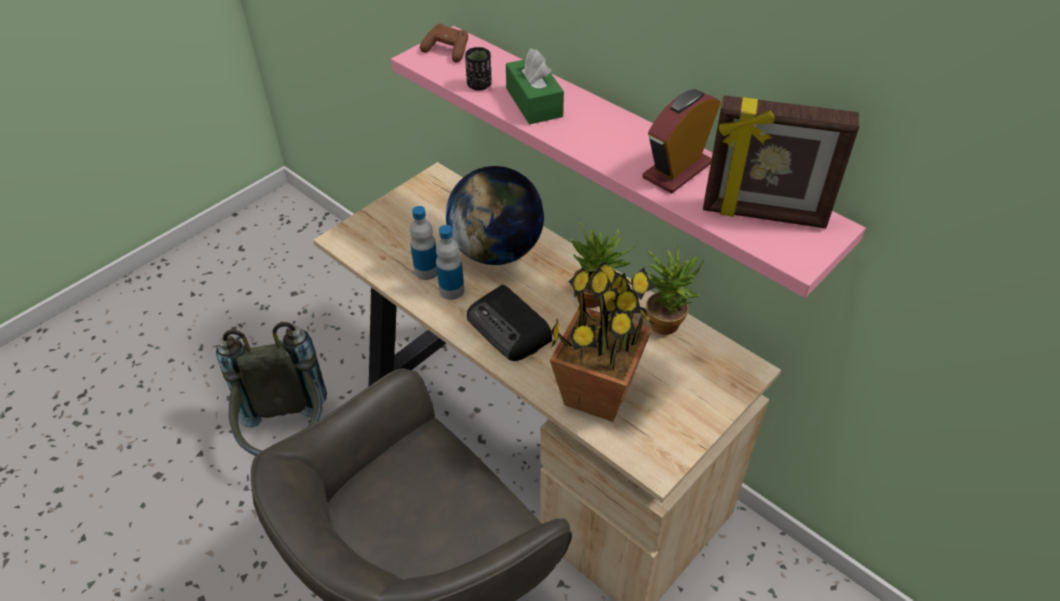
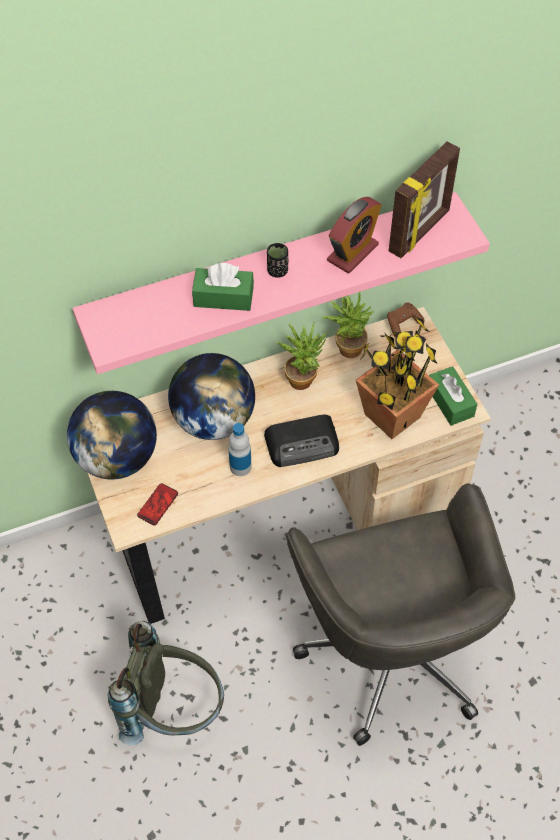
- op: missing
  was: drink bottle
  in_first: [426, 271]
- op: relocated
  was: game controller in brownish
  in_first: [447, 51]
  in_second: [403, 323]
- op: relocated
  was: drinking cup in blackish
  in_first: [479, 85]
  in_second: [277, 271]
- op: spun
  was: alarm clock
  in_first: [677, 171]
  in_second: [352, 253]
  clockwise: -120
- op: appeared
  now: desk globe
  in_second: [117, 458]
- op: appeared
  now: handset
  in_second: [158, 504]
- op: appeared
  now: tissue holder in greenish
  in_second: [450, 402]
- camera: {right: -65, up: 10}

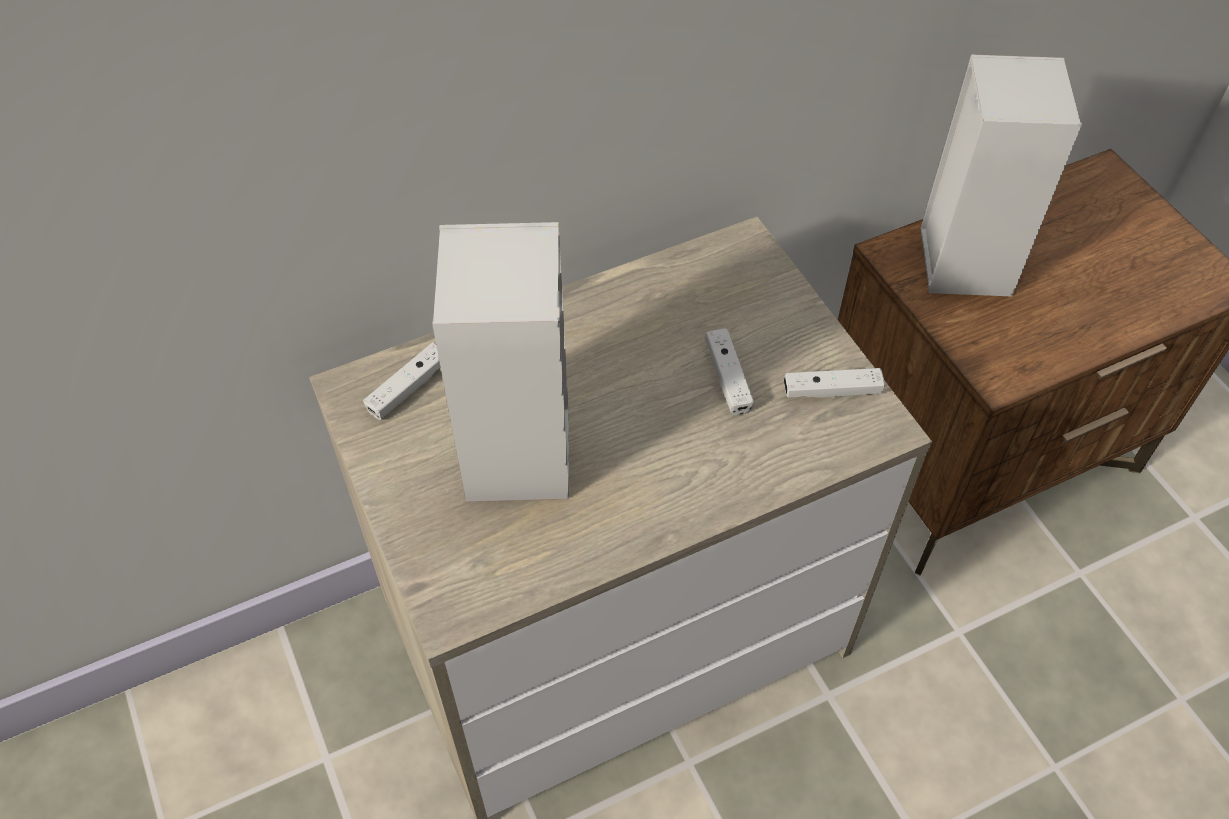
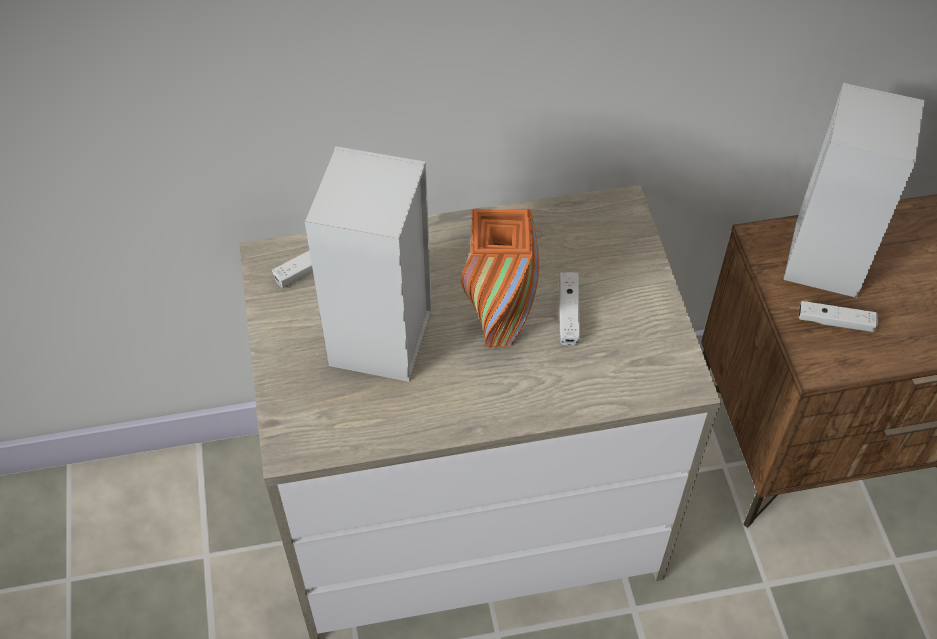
- op: relocated
  was: game controller in whitish
  in_first: [831, 391]
  in_second: [835, 322]
- op: appeared
  now: vase in orange
  in_second: [497, 335]
- camera: {right: 15, up: 0}

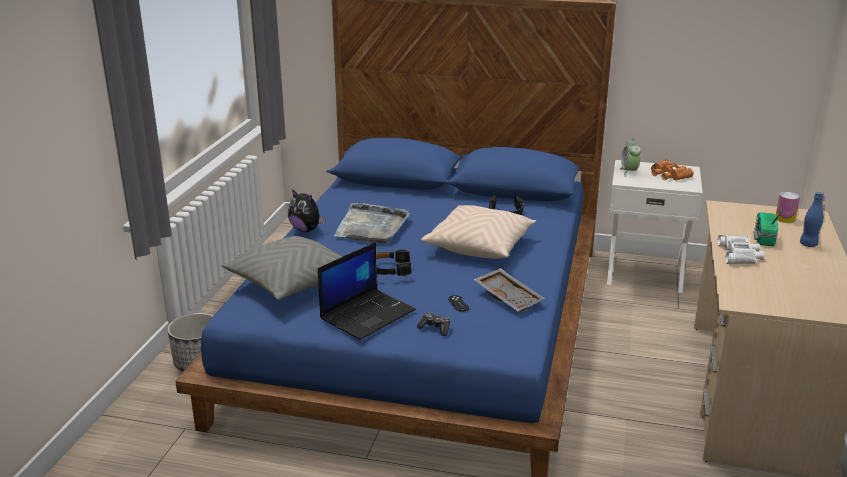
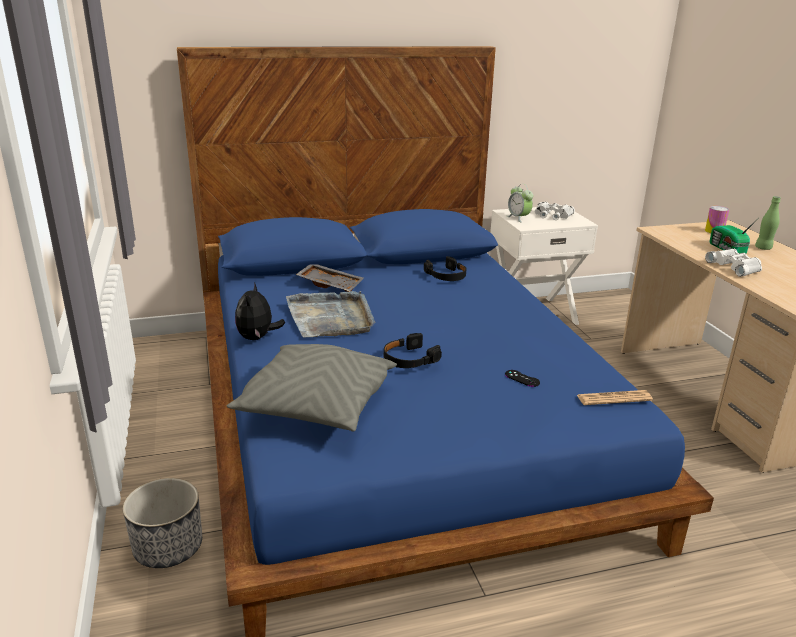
- op: spun
  was: plush toy
  in_first: [306, 230]
  in_second: [257, 338]
  clockwise: 90
- op: missing
  was: portable computer
  in_first: [367, 314]
- op: missing
  was: game controller
  in_first: [435, 328]
- op: missing
  was: throw pillow in sand-coloured
  in_first: [479, 245]
- op: relocated
  was: carrying tray in gray
  in_first: [509, 297]
  in_second: [330, 284]
- op: colour
  was: binoculars in orange
  now: binoculars in whitish
  in_first: [668, 175]
  in_second: [552, 215]
- op: colour
  was: drink bottle in blue
  now: drink bottle in greenish
  in_first: [808, 244]
  in_second: [763, 248]
- op: appeared
  now: newspaper
  in_second: [614, 398]
- camera: {right: -30, up: 0}

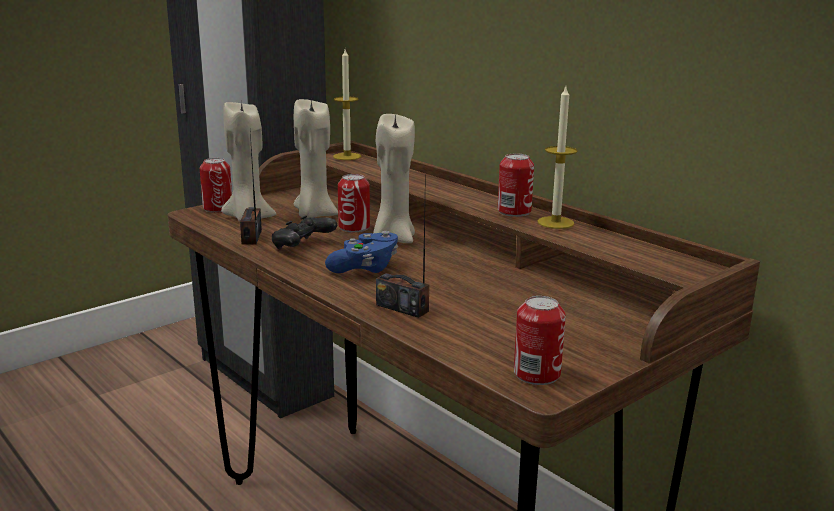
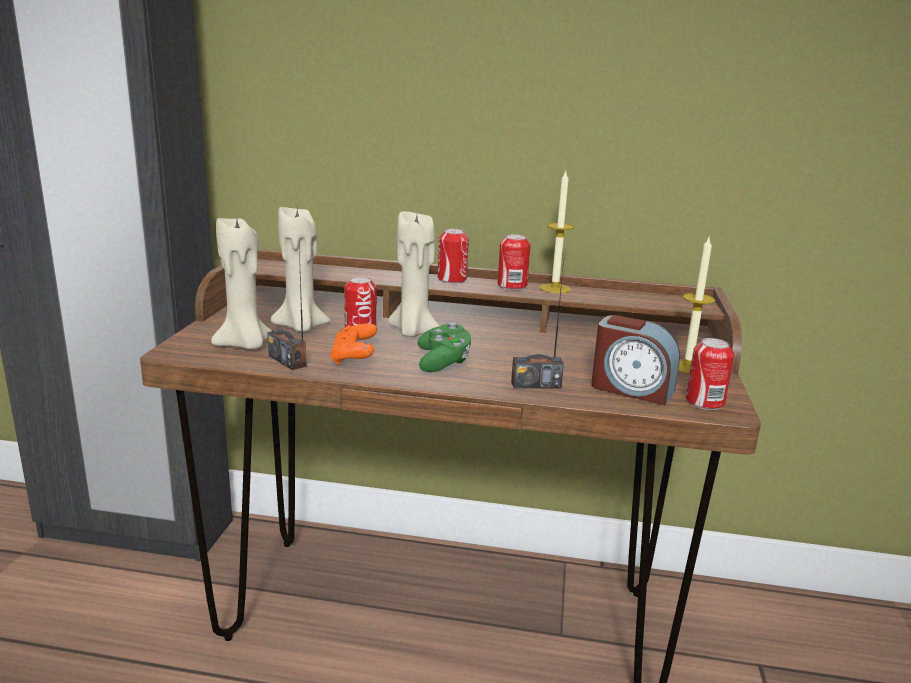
- op: relocated
  was: sealed can
  in_first: [218, 208]
  in_second: [452, 279]
- op: colour
  was: game controller in blackish
  now: game controller in orange
  in_first: [303, 247]
  in_second: [354, 358]
- op: colour
  was: game controller in blue
  now: game controller in greenish
  in_first: [365, 268]
  in_second: [443, 362]
- op: relocated
  was: wax light
  in_first: [347, 156]
  in_second: [687, 367]
- op: appeared
  now: alarm clock
  in_second: [631, 389]
- camera: {right: -40, up: 0}

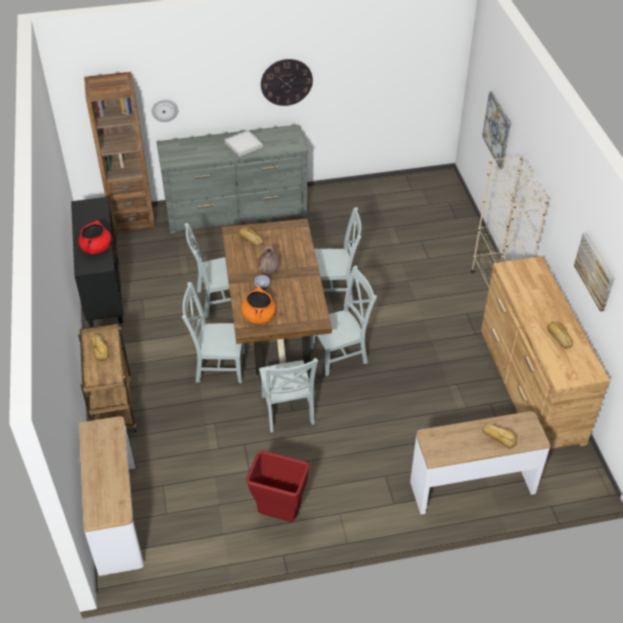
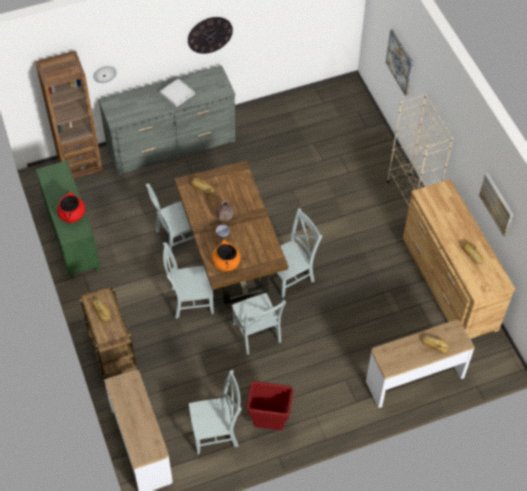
- op: colour
  was: cabinet in blackish
  now: cabinet in greenish
  in_first: [103, 288]
  in_second: [72, 238]
- op: relocated
  was: plain chair in gray
  in_first: [334, 289]
  in_second: [216, 432]
- camera: {right: -10, up: 10}

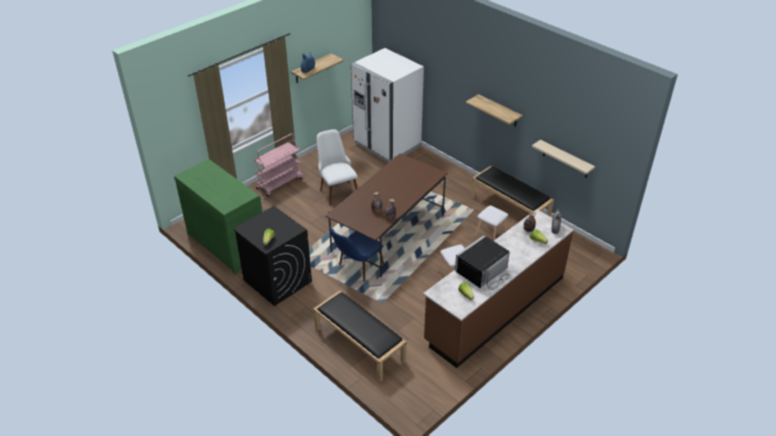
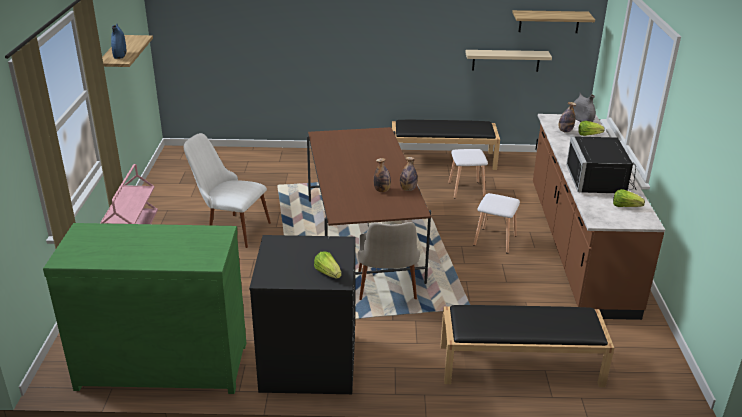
- op: colour
  was: plain chair in blue
  now: plain chair in sand-coloured
  in_first: [356, 270]
  in_second: [387, 293]
- op: missing
  was: refrigerator in whitish
  in_first: [387, 144]
- op: relocated
  was: bracket shelf
  in_first: [499, 111]
  in_second: [549, 21]
- camera: {right: -45, up: -10}

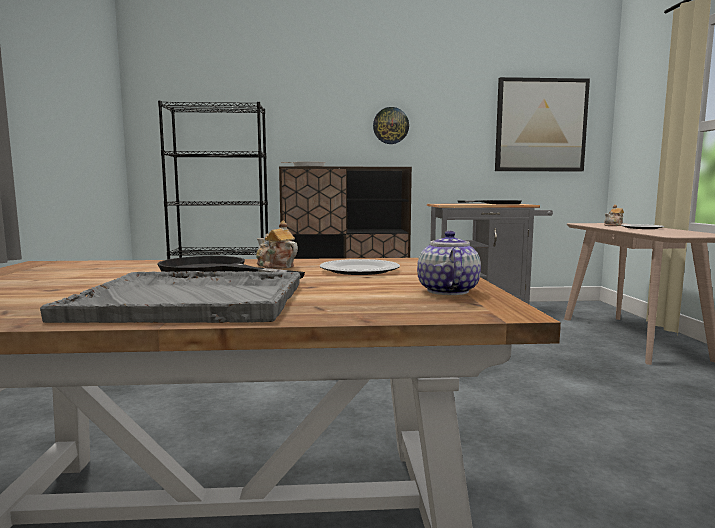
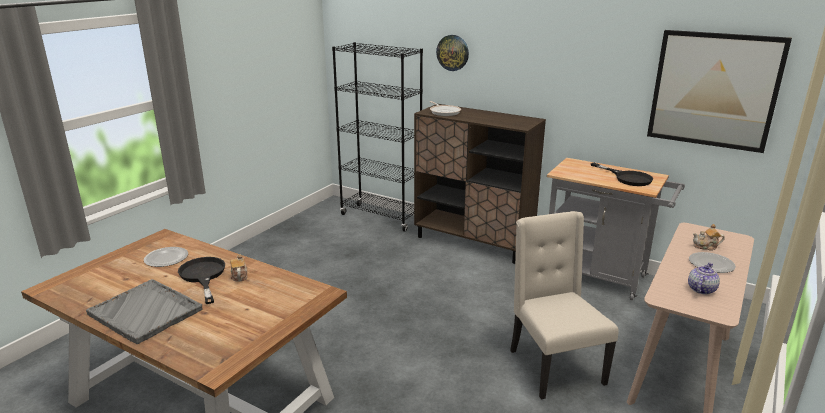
- op: relocated
  was: dinner plate
  in_first: [360, 270]
  in_second: [167, 258]
- op: relocated
  was: wall clock
  in_first: [390, 125]
  in_second: [452, 52]
- op: relocated
  was: tea pot
  in_first: [447, 291]
  in_second: [701, 289]
- op: appeared
  now: plain chair in sand-coloured
  in_second: [553, 366]
- camera: {right: 35, up: 15}

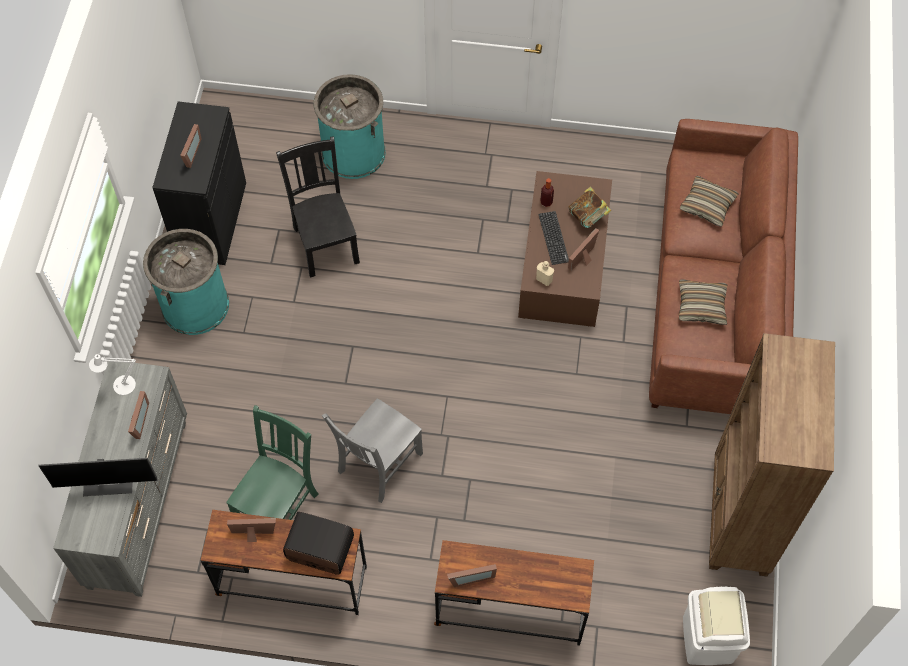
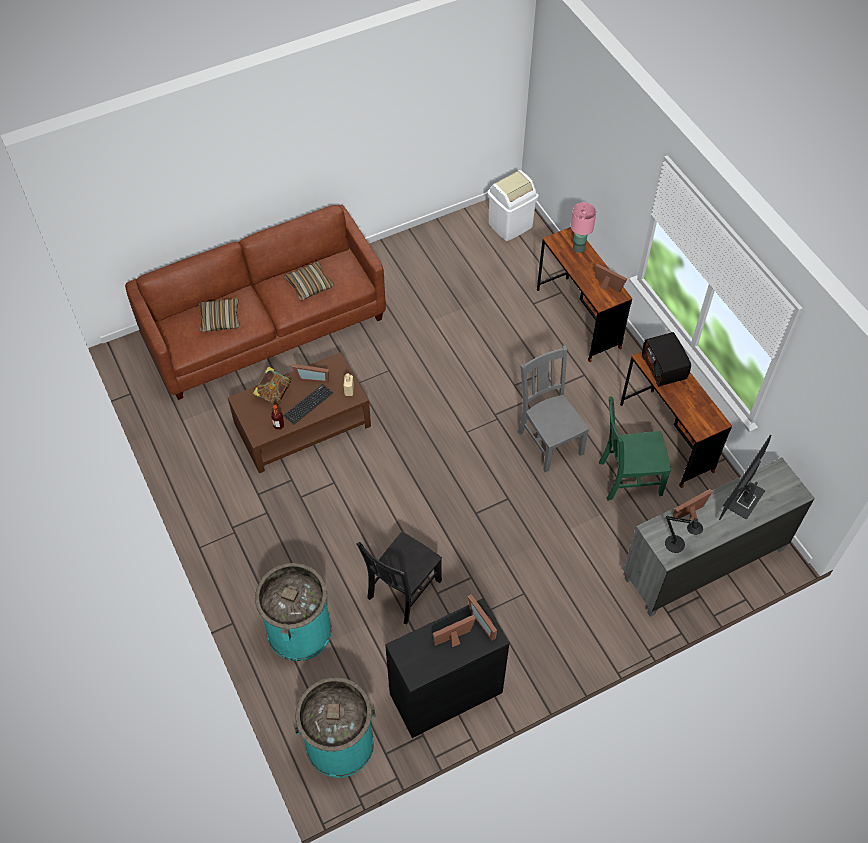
- op: spun
  was: computer display
  in_first: [110, 480]
  in_second: [743, 499]
  clockwise: -105
- op: colour
  was: tabletop lamp in whitish
  now: tabletop lamp in blackish
  in_first: [120, 386]
  in_second: [677, 545]
- op: relocated
  was: trash can in blue-green
  in_first: [195, 305]
  in_second: [339, 743]
- op: relocated
  was: picture frame
  in_first: [254, 535]
  in_second: [484, 621]
- op: spun
  was: plain chair in gray
  in_first: [378, 464]
  in_second: [549, 441]
  clockwise: -120
- op: missing
  was: bookcase in brownish
  in_first: [739, 518]
- op: appeared
  now: tabletop lamp in pink-coloured
  in_second: [578, 248]
- camera: {right: -125, up: -5}

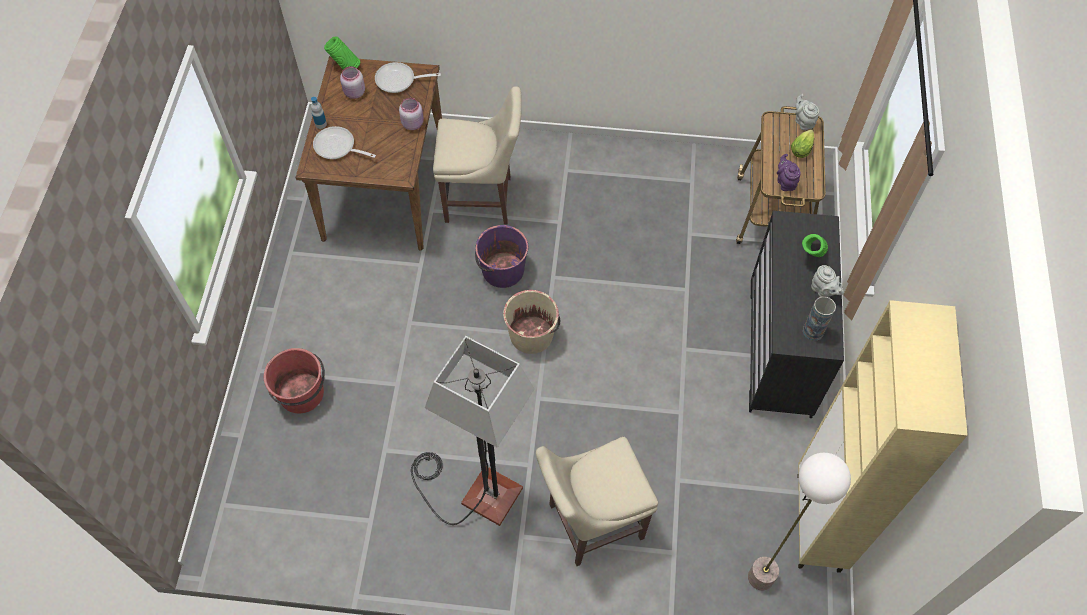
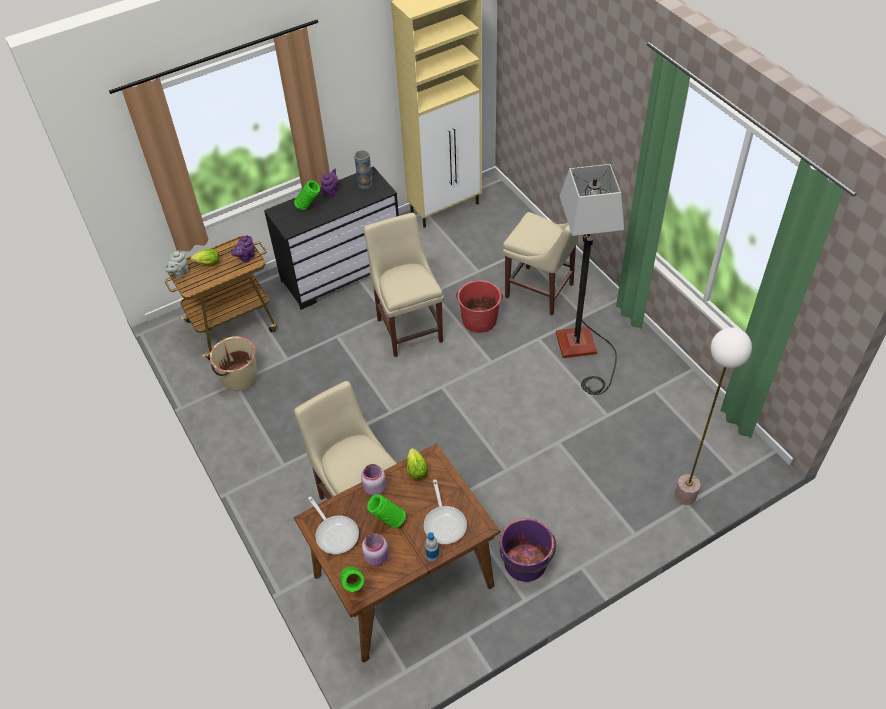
- op: relocated
  was: bucket in red
  in_first: [302, 394]
  in_second: [479, 319]
- op: relocated
  was: bucket in purple-coloured
  in_first: [502, 270]
  in_second: [525, 563]
- op: relocated
  was: bucket in sand-coloured
  in_first: [532, 334]
  in_second: [239, 377]
- op: relocated
  was: standing lamp
  in_first: [761, 578]
  in_second: [685, 495]
- op: colour
  was: tea pot in gray
  now: tea pot in purple-coloured
  in_first: [823, 291]
  in_second: [331, 192]
- op: appeared
  now: plain chair in sand-coloured
  in_second: [408, 327]
- op: appeared
  now: vase in greenish
  in_second: [388, 521]
- op: appeared
  now: lettuce head
  in_second: [416, 468]
- camera: {right: -125, up: -10}

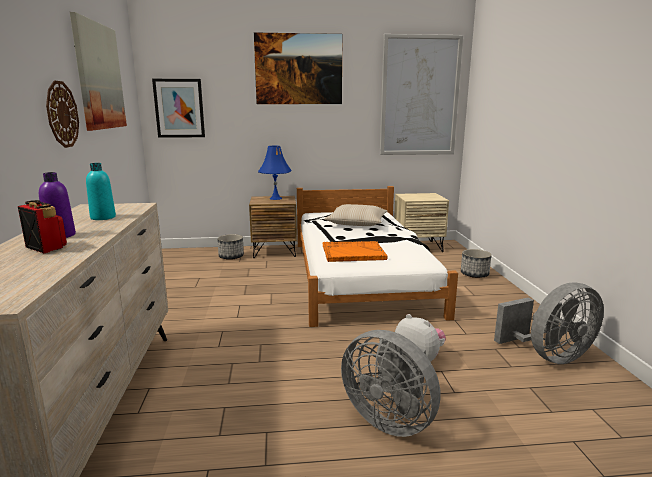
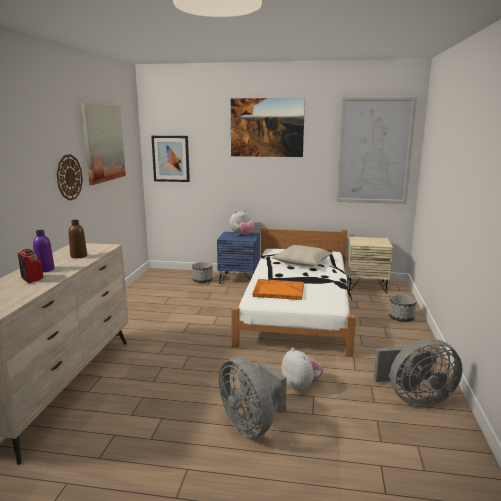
- op: colour
  was: drink bottle in blue-green
  now: drink bottle in brownish
  in_first: [103, 217]
  in_second: [79, 256]
- op: colour
  was: nightstand in brownish
  now: nightstand in blue
  in_first: [274, 251]
  in_second: [239, 279]
- op: exchanged
  was: tabletop lamp in blue
  now: plush toy
  in_first: [275, 198]
  in_second: [242, 235]
- camera: {right: 15, up: 0}

